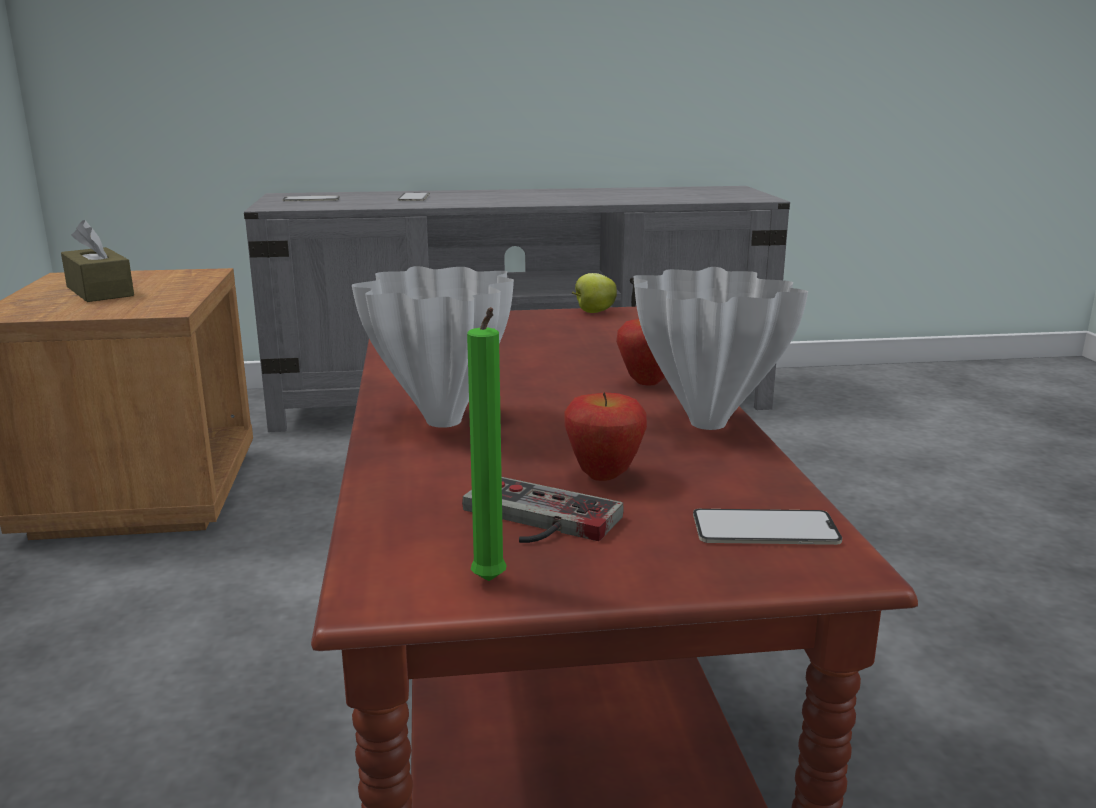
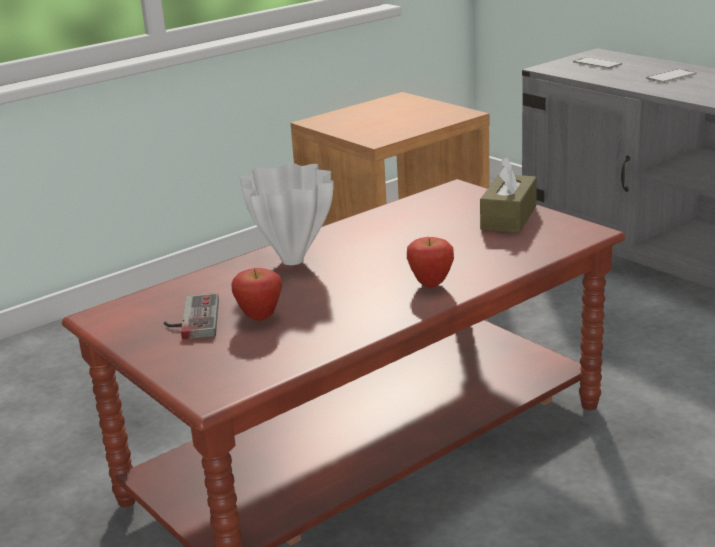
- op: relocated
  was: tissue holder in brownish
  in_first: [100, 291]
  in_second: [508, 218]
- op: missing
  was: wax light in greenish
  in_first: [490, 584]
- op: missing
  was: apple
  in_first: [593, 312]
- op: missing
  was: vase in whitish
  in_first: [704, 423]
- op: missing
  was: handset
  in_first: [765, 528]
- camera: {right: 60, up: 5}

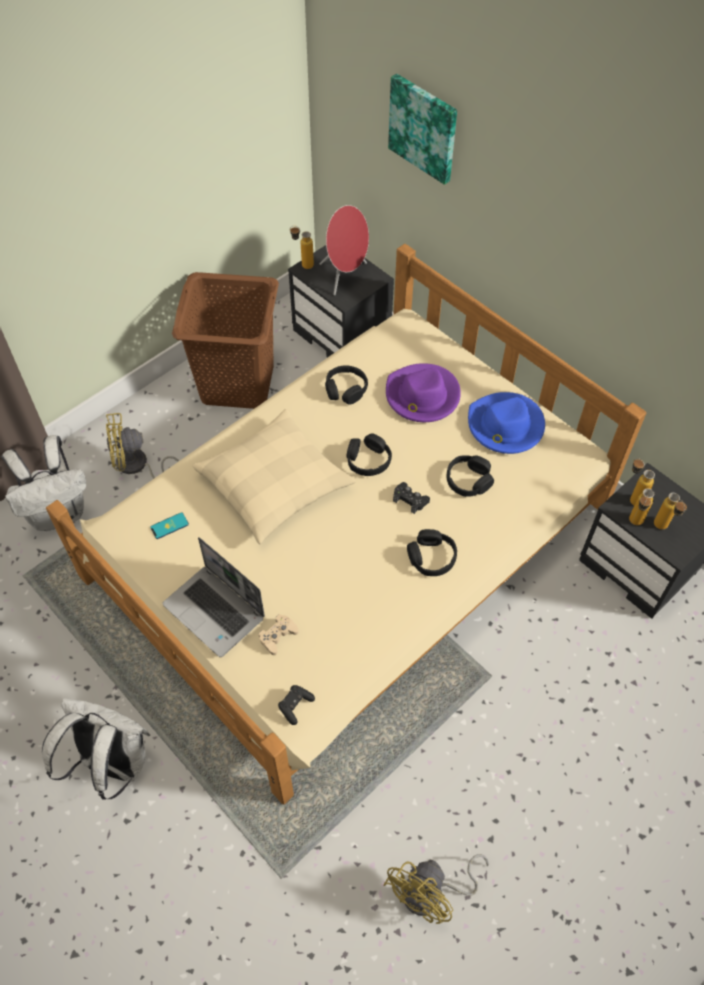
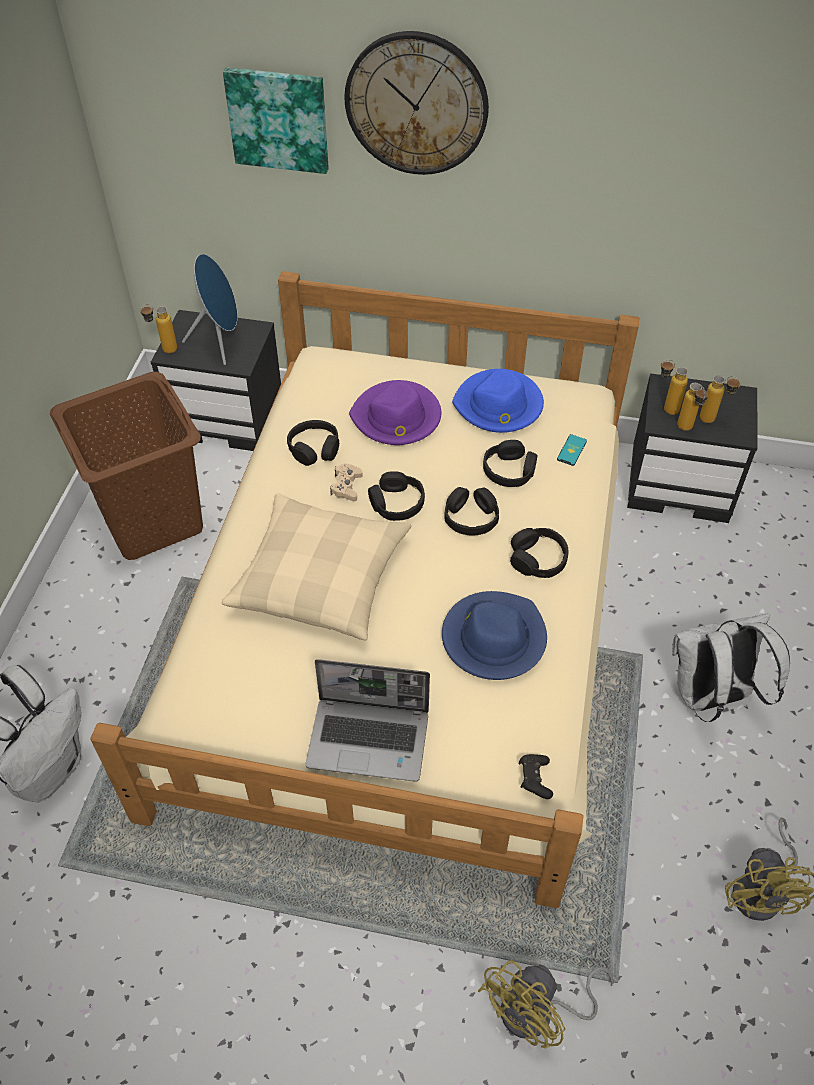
- op: relocated
  was: rucksack in whitish
  in_first: [112, 763]
  in_second: [710, 697]
- op: relocated
  was: cooling fan in yellow
  in_first: [137, 466]
  in_second: [538, 1013]
- op: relocated
  was: handset
  in_first: [169, 526]
  in_second: [571, 450]
- op: relocated
  was: game controller in sand-coloured
  in_first: [278, 636]
  in_second: [346, 486]
- op: colour
  was: speaker in red
  now: speaker in blue
  in_first: [345, 276]
  in_second: [220, 342]
- op: exchanged
  was: game controller in blackish
  now: headset in blackish
  in_first: [410, 500]
  in_second: [471, 518]
- op: appeared
  now: wall clock
  in_second: [416, 104]
- op: appeared
  now: wearable hat in blue
  in_second: [493, 638]
- camera: {right: -35, up: -5}

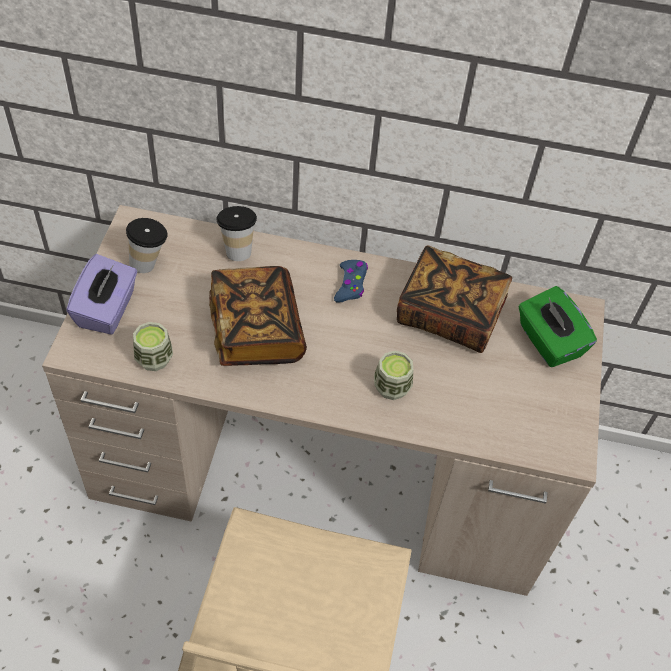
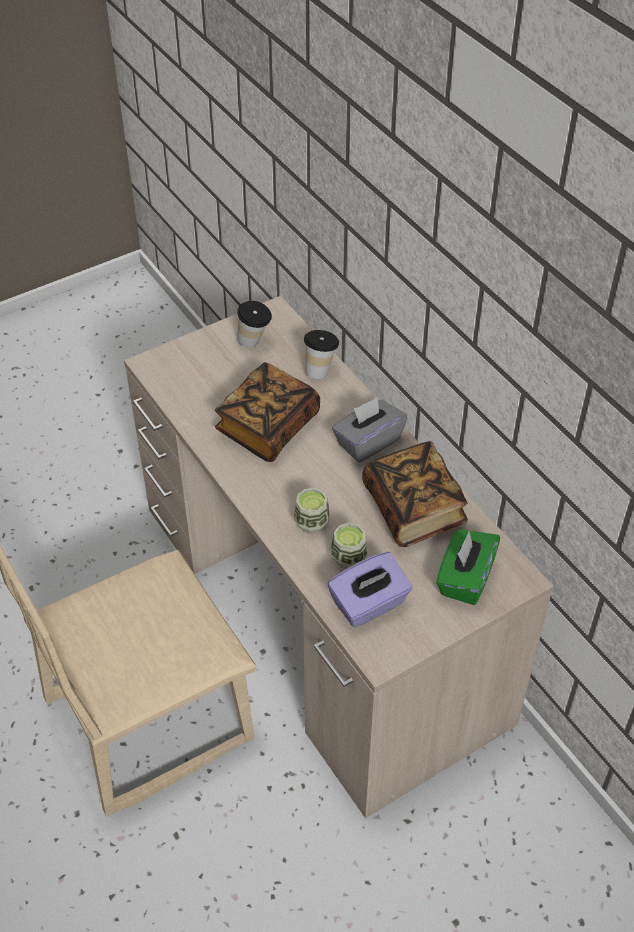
- op: relocated
  was: tissue holder in purple-coloured
  in_first: [107, 310]
  in_second: [369, 604]
- op: relocated
  was: drinking cup
  in_first: [154, 359]
  in_second: [348, 558]
- op: exchanged
  was: game controller in blue
  now: tissue holder in gray
  in_first: [351, 285]
  in_second: [368, 442]
- camera: {right: 50, up: -5}

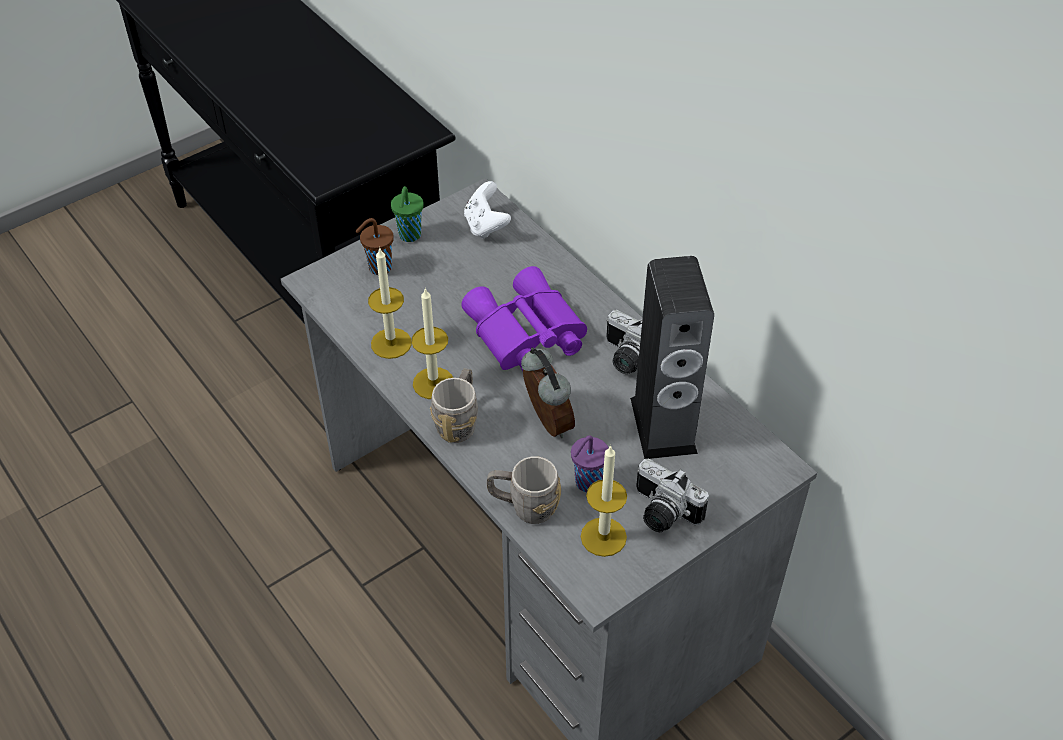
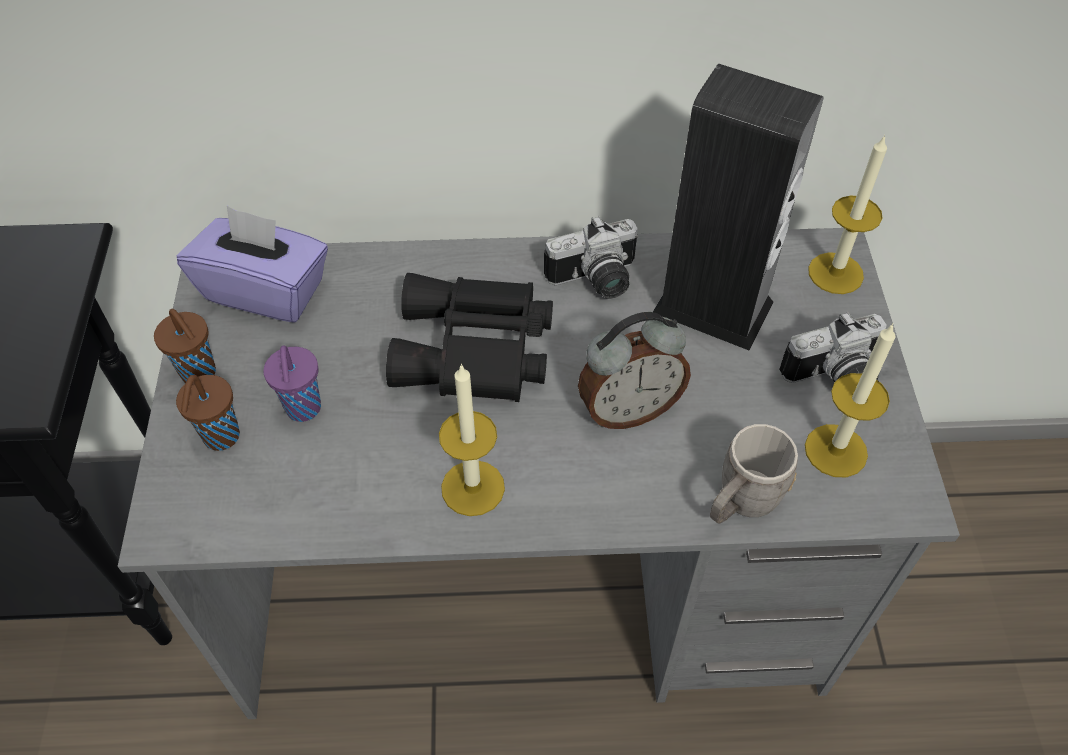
- op: relocated
  was: wax light
  in_first: [391, 343]
  in_second: [835, 273]
- op: colour
  was: drinking cup in greenish
  now: drinking cup in brownish
  in_first: [409, 236]
  in_second: [200, 374]
- op: missing
  was: coffee mug in gray
  in_first: [459, 421]
- op: colour
  was: binoculars in purple-coloured
  now: binoculars in blackish
  in_first: [525, 334]
  in_second: [475, 352]
- op: exchanged
  was: game controller in whitish
  now: tissue holder in purple-coloured
  in_first: [486, 226]
  in_second: [266, 290]
- op: spun
  was: alarm clock
  in_first: [545, 423]
  in_second: [628, 409]
  clockwise: 150
- op: relocated
  was: drinking cup in purple-coloured
  in_first: [587, 483]
  in_second: [303, 410]
- camera: {right: -55, up: 5}

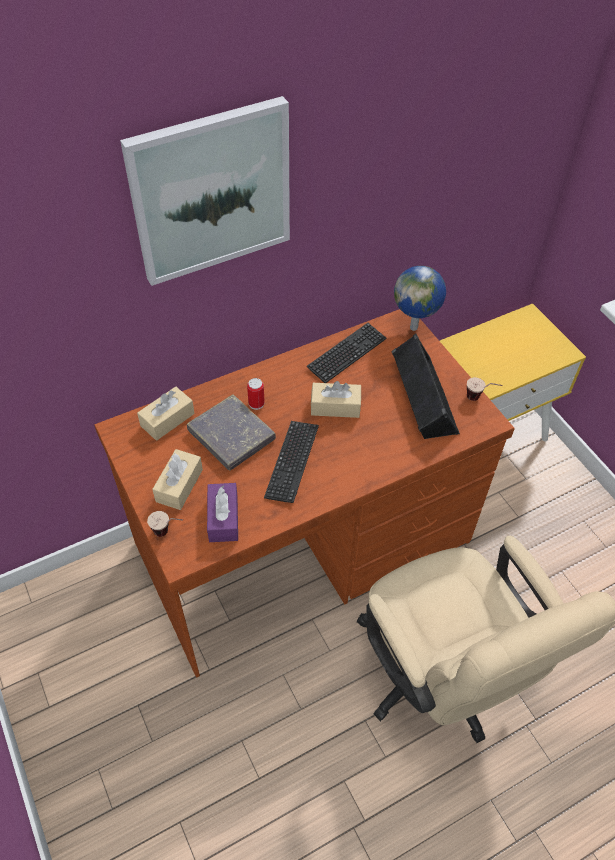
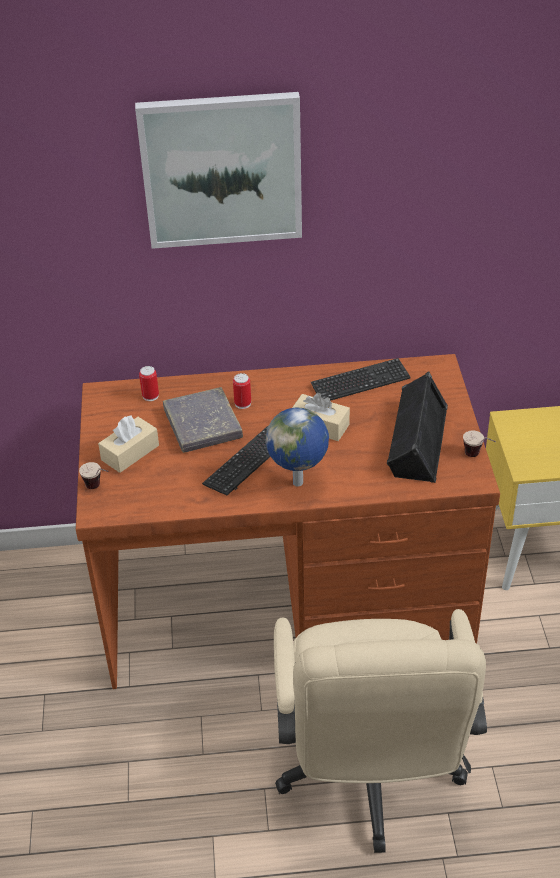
- op: exchanged
  was: tissue holder in sand-coloured
  now: sealed can
  in_first: [167, 420]
  in_second: [150, 396]
- op: missing
  was: tissue holder in purple-coloured
  in_first: [223, 518]
- op: relocated
  was: desk globe
  in_first: [415, 327]
  in_second: [299, 483]
- camera: {right: 25, up: -10}

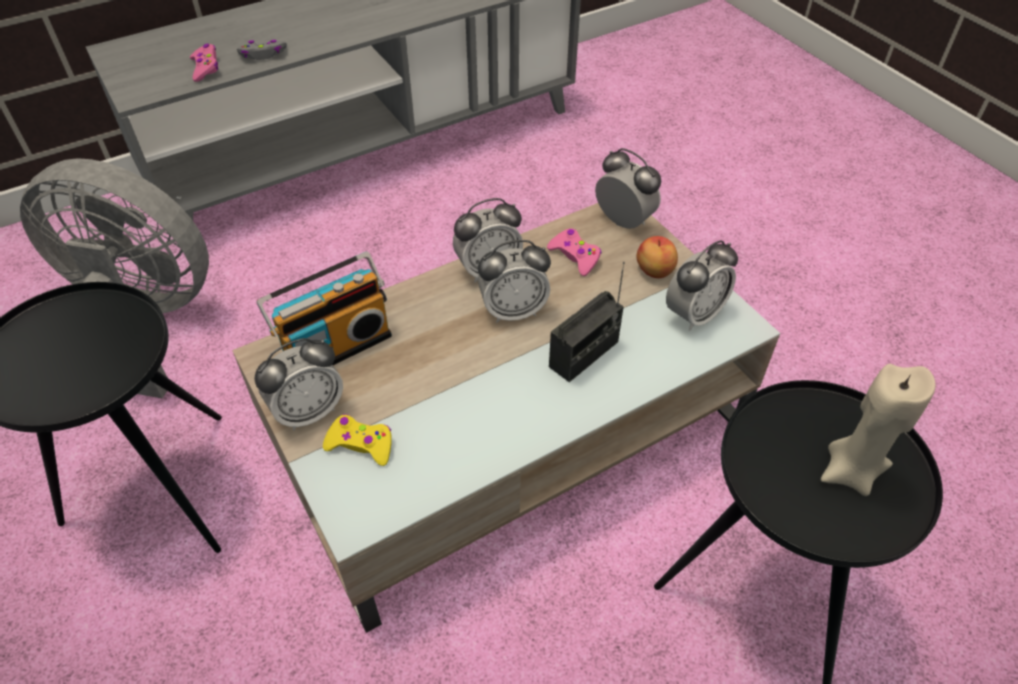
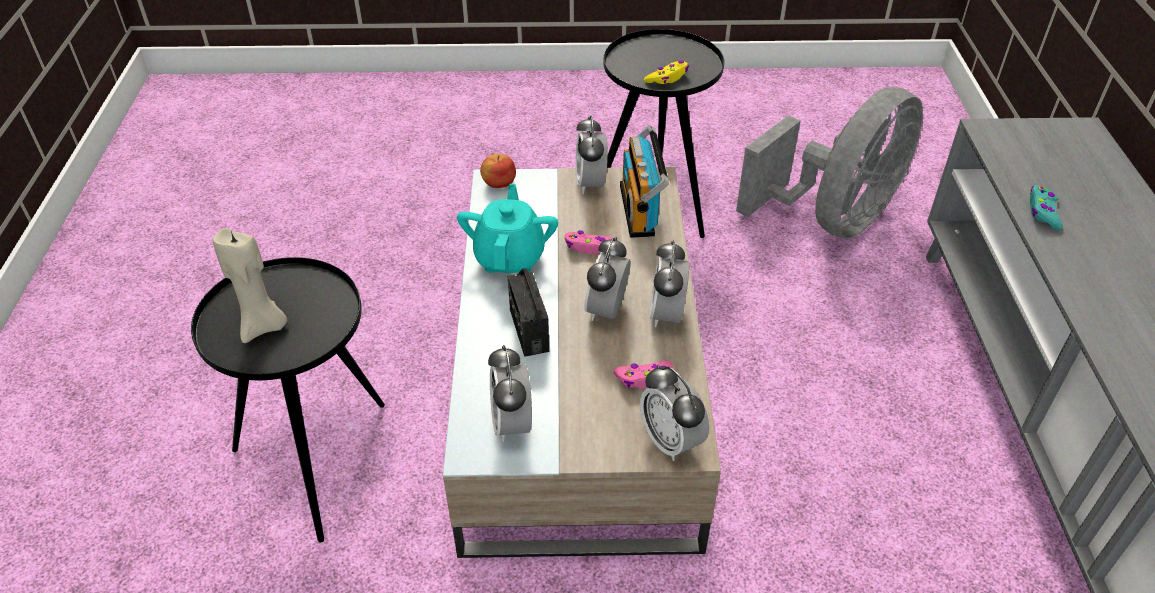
- op: relocated
  was: game controller in pink-coloured
  in_first: [206, 68]
  in_second: [589, 247]
- op: colour
  was: game controller in gray
  now: game controller in blue-green
  in_first: [263, 55]
  in_second: [1043, 212]
- op: relocated
  was: game controller in yellow
  in_first: [361, 444]
  in_second: [667, 78]
- op: spun
  was: alarm clock
  in_first: [623, 221]
  in_second: [671, 441]
  clockwise: 75
- op: relocated
  was: apple
  in_first: [654, 271]
  in_second: [498, 183]
- op: appeared
  now: tea pot in blue-green
  in_second: [510, 257]
- camera: {right: 120, up: -5}

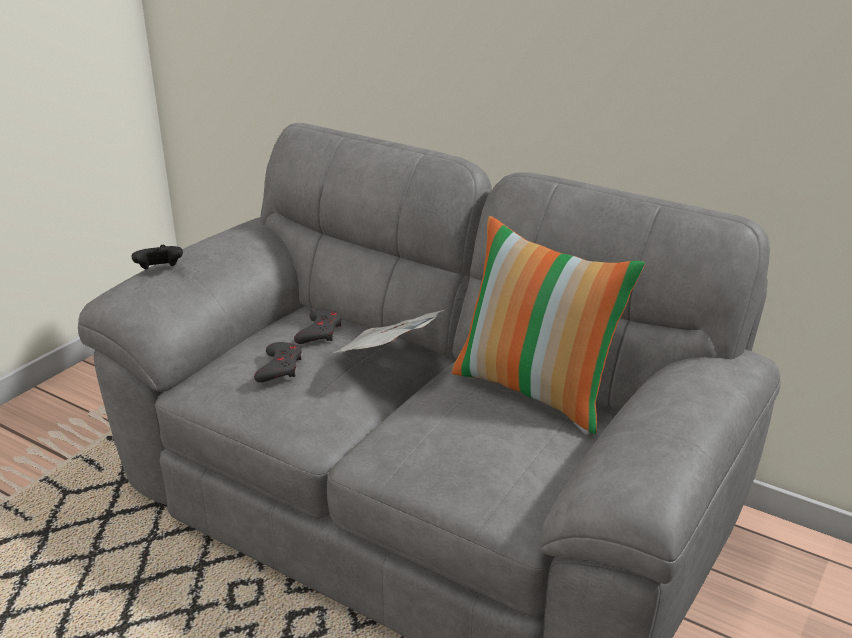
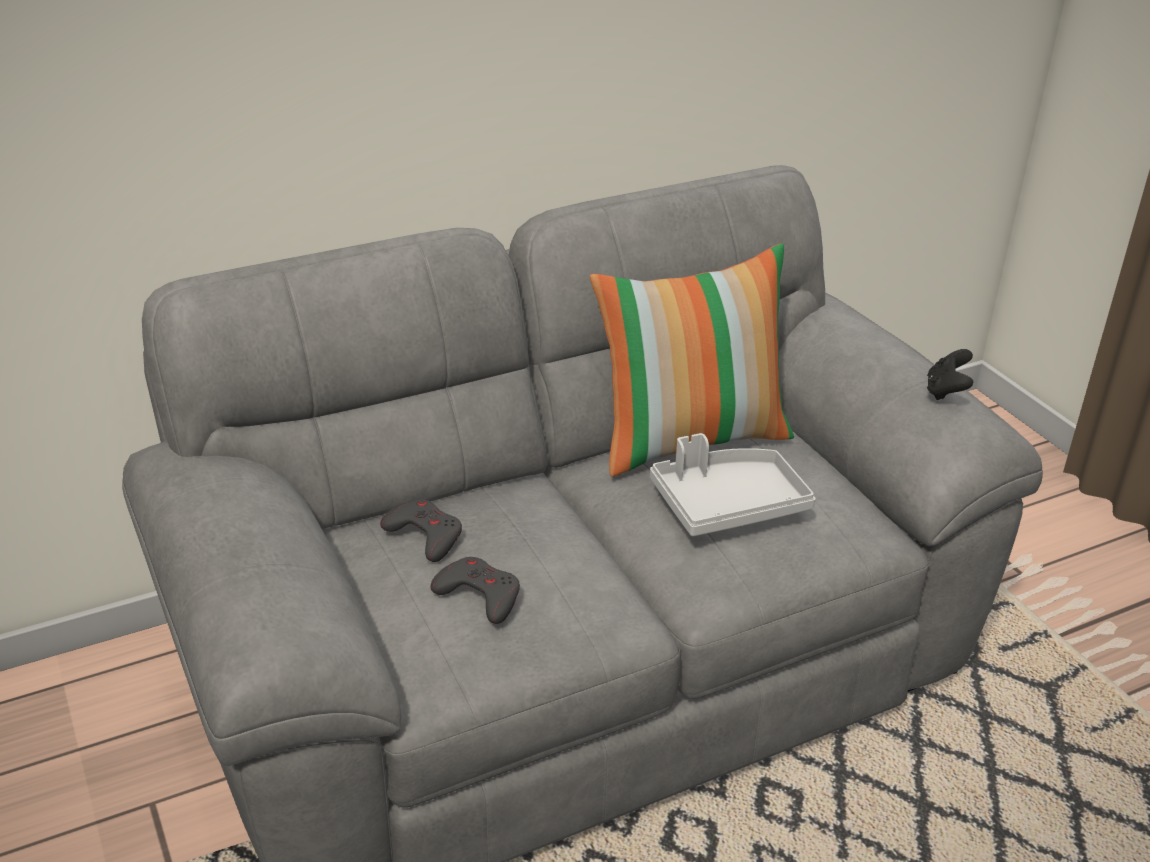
- op: relocated
  was: game controller in blackish
  in_first: [159, 270]
  in_second: [946, 392]
- op: missing
  was: newspaper
  in_first: [388, 358]
- op: appeared
  now: carrying tray in gray
  in_second: [728, 504]
- camera: {right: -60, up: 5}

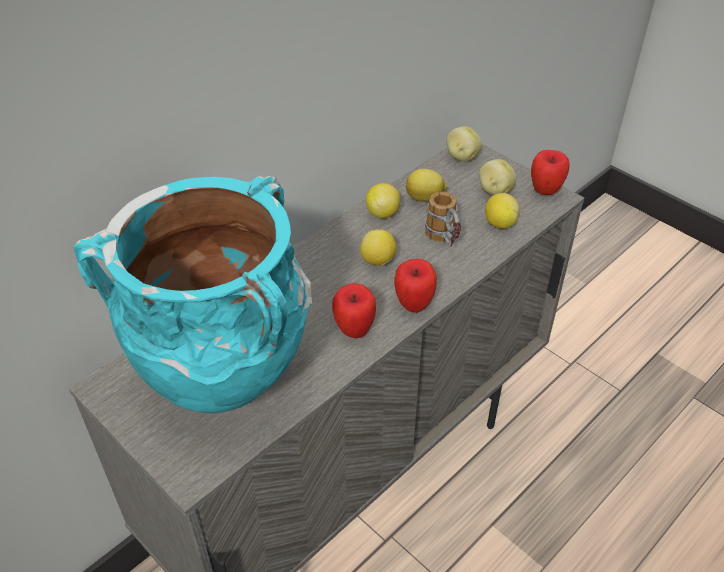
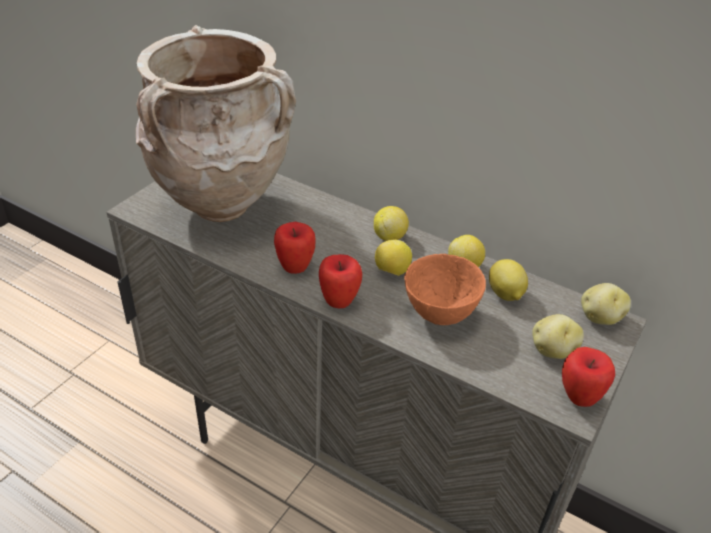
- op: colour
  was: vase in blue-green
  now: vase in sand-coloured
  in_first: [227, 382]
  in_second: [224, 209]
- op: exchanged
  was: coffee mug
  now: serving bowl in orange
  in_first: [444, 241]
  in_second: [441, 315]
- op: relocated
  was: whole lemon
  in_first: [499, 223]
  in_second: [389, 237]
- camera: {right: 75, up: -5}

